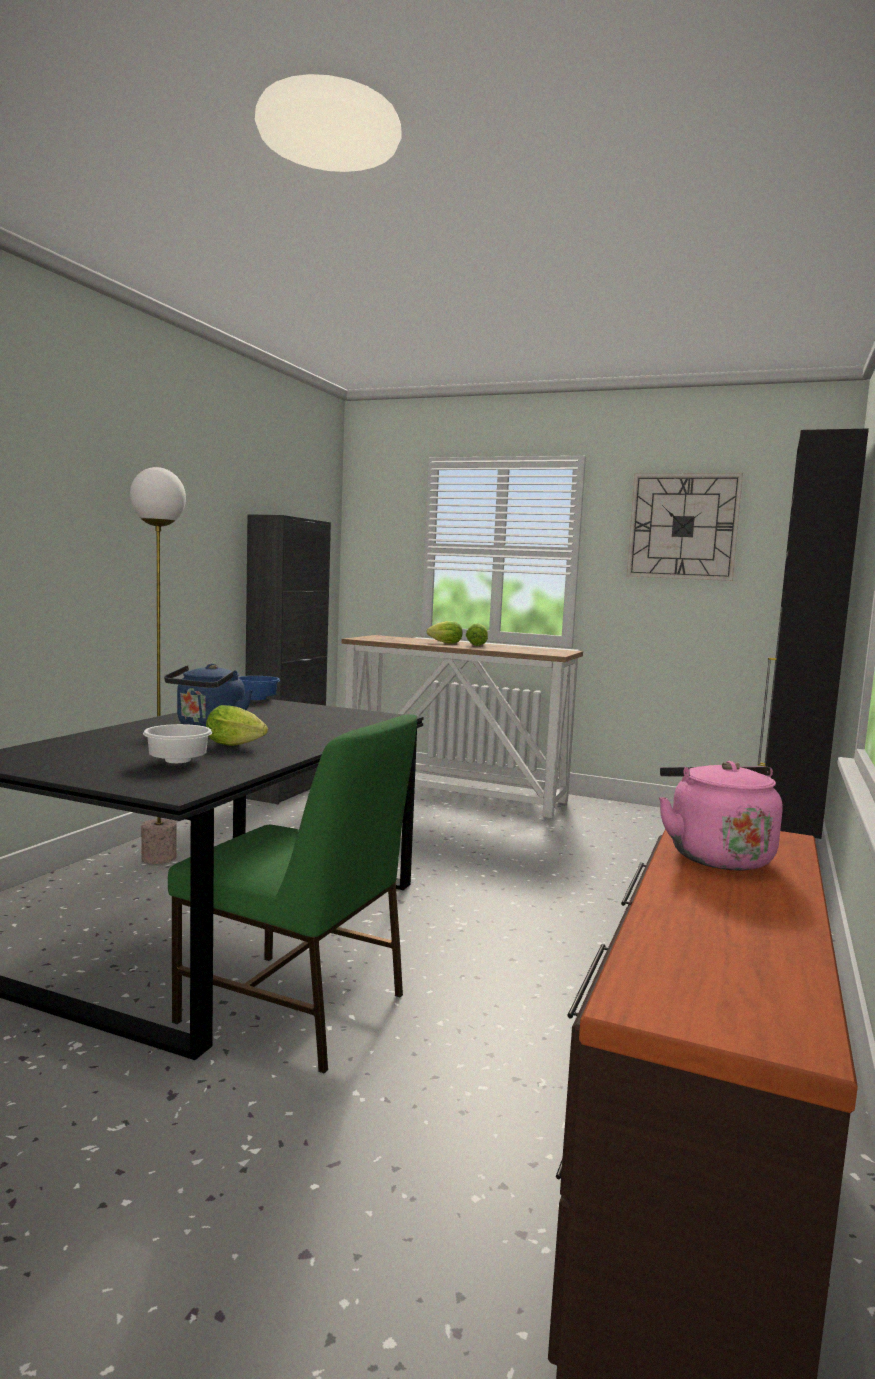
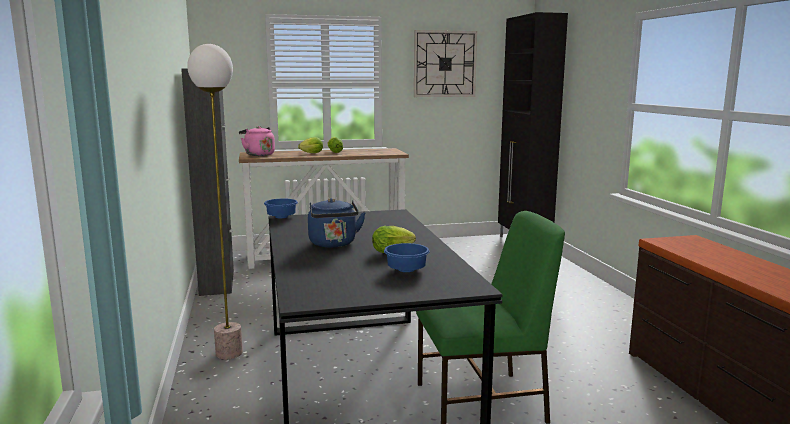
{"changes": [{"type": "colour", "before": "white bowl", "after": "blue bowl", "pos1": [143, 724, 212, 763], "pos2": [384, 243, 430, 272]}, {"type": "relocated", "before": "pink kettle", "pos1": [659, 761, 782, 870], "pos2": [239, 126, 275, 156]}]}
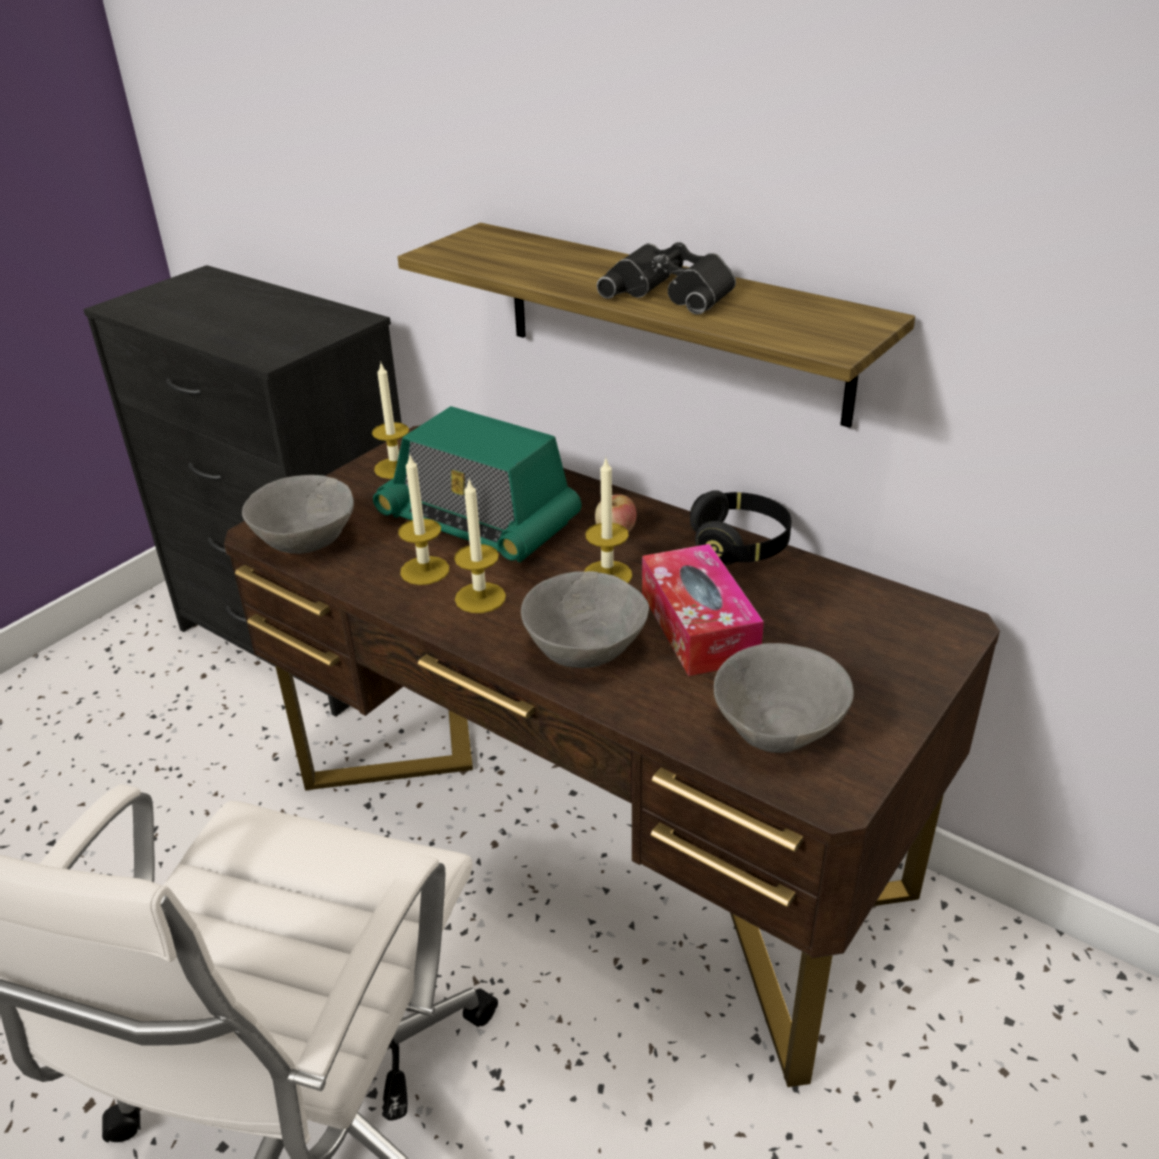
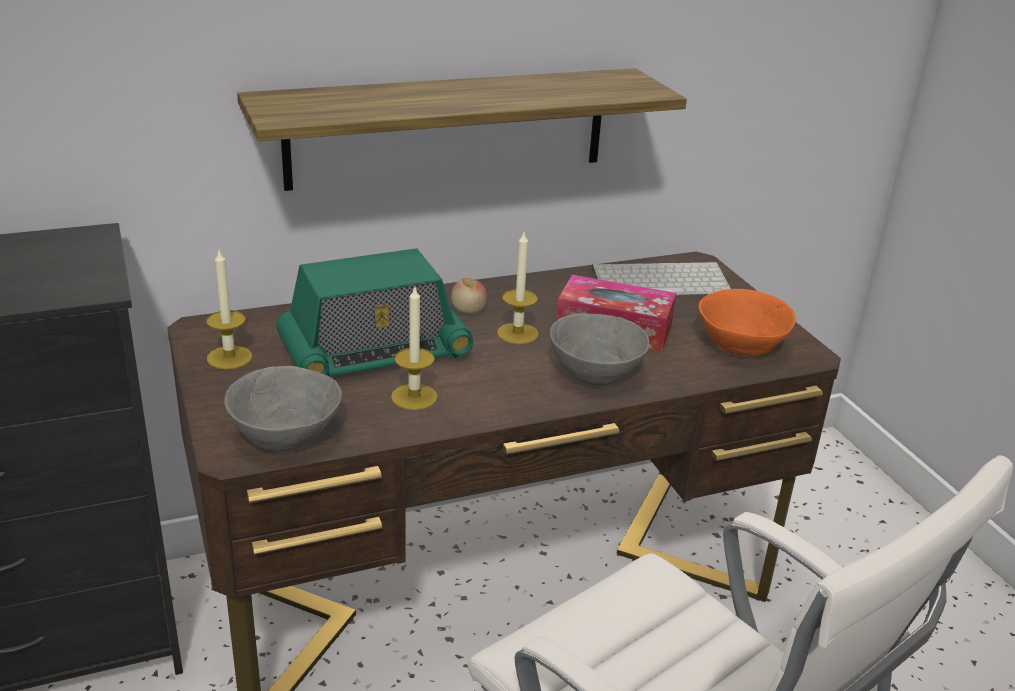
{"changes": [{"type": "missing", "before": "candle", "pos1": [454, 480, 506, 613]}, {"type": "missing", "before": "black binoculars", "pos1": [597, 242, 736, 315]}, {"type": "missing", "before": "black headphones", "pos1": [690, 490, 791, 565]}, {"type": "colour", "before": "grey bowl", "after": "orange bowl", "pos1": [714, 643, 854, 753], "pos2": [699, 289, 796, 356]}, {"type": "appeared", "after": "keyboard", "pos2": [591, 262, 731, 295]}]}
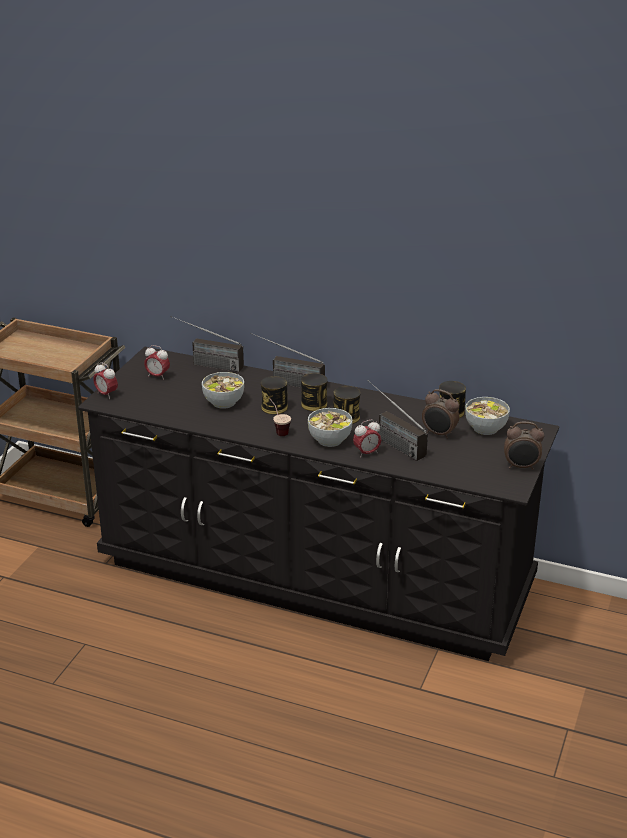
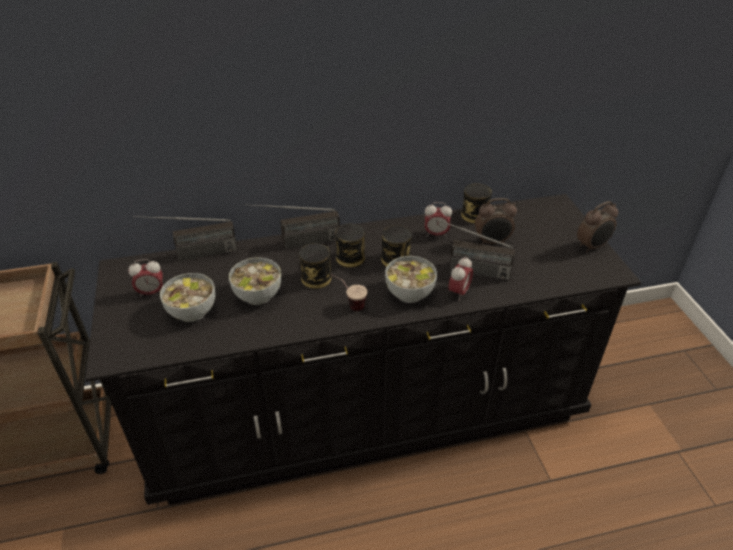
{"changes": [{"type": "relocated", "before": "alarm clock", "pos1": [93, 362, 118, 399], "pos2": [425, 202, 452, 238]}, {"type": "relocated", "before": "bowl", "pos1": [465, 397, 510, 435], "pos2": [160, 273, 215, 322]}]}
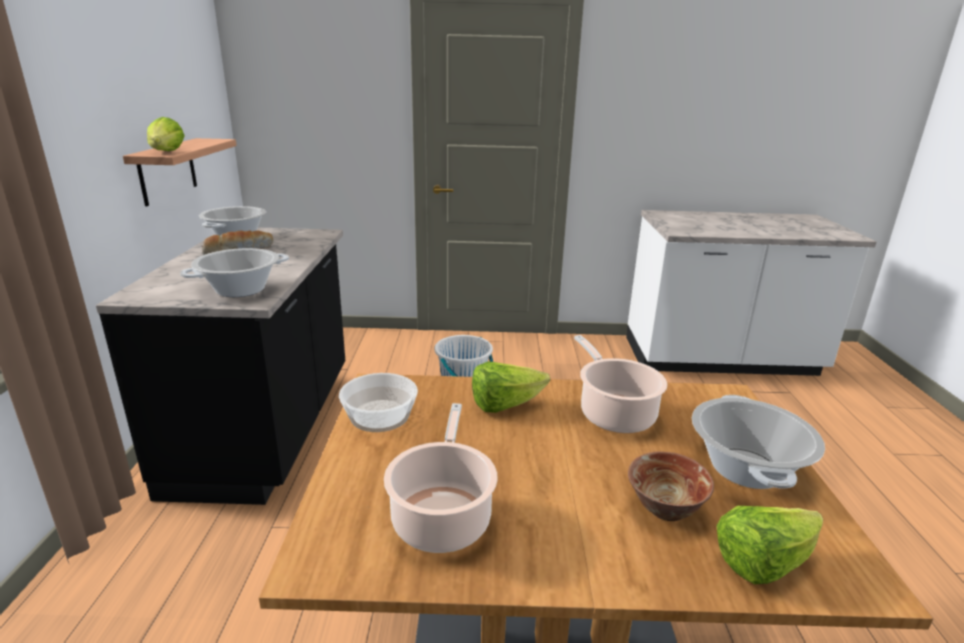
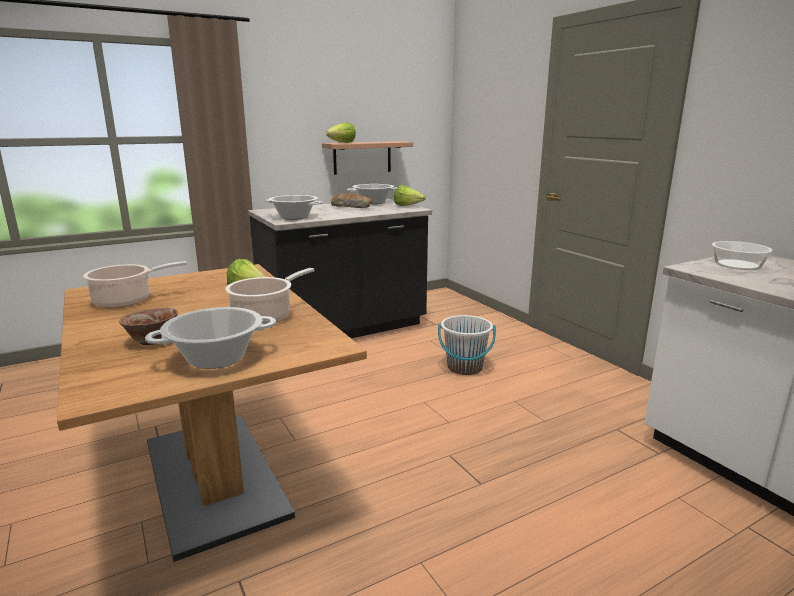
{"changes": [{"type": "relocated", "before": "bowl", "pos1": [339, 373, 418, 432], "pos2": [712, 241, 773, 270]}, {"type": "relocated", "before": "lettuce", "pos1": [717, 506, 823, 584], "pos2": [394, 185, 426, 206]}]}
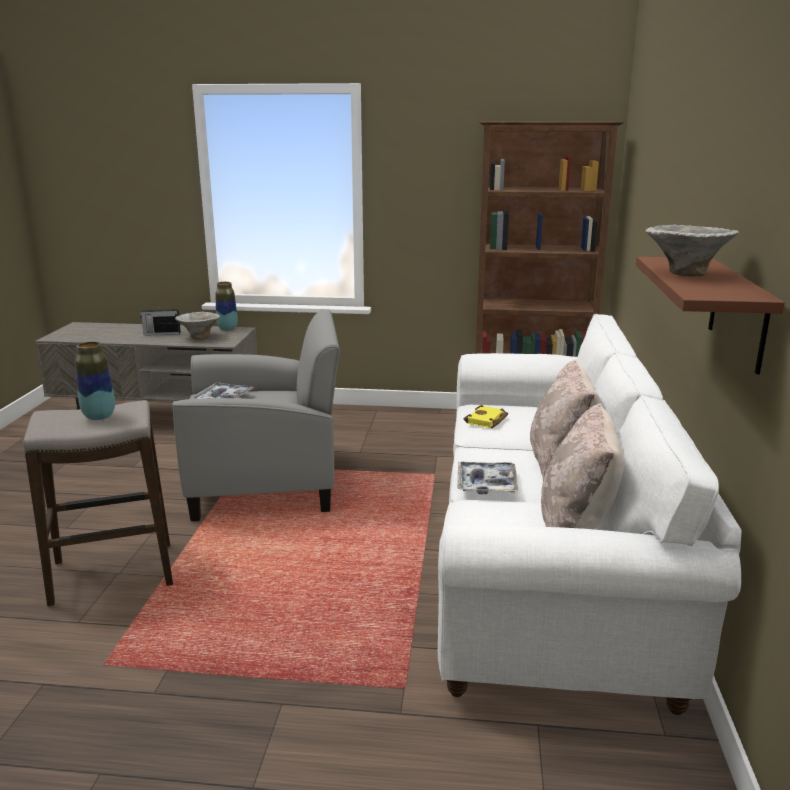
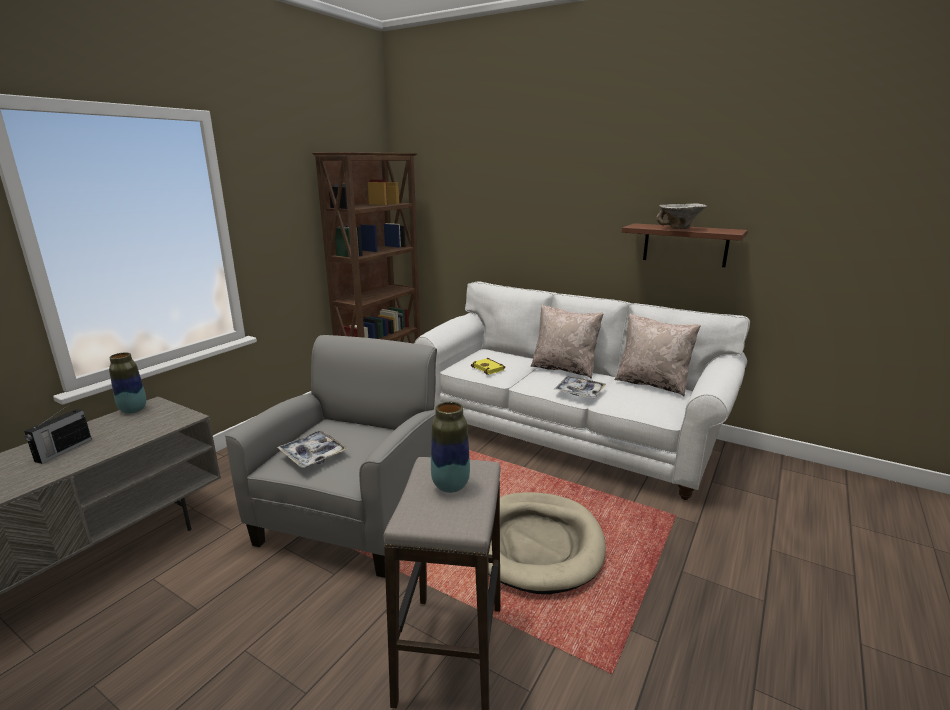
{"changes": [{"type": "missing", "before": "bowl", "pos1": [175, 312, 220, 340]}, {"type": "appeared", "after": "beige dog bed", "pos2": [488, 492, 606, 594]}]}
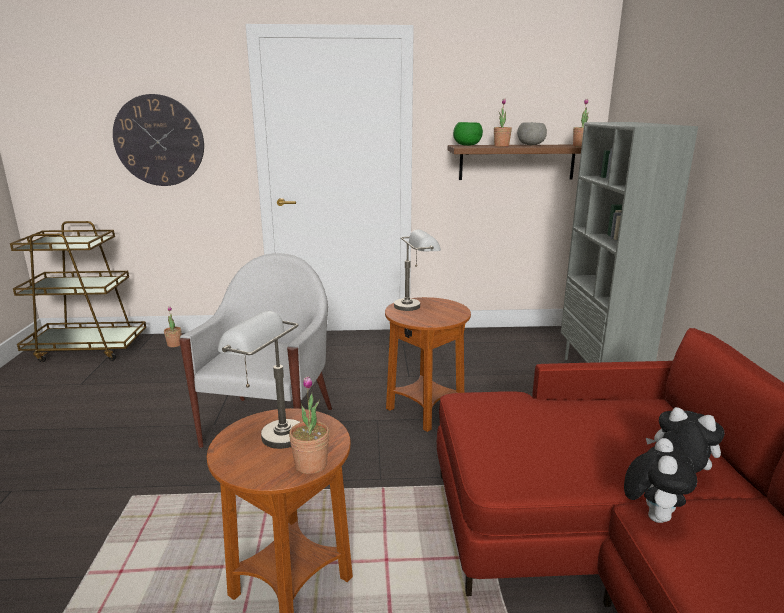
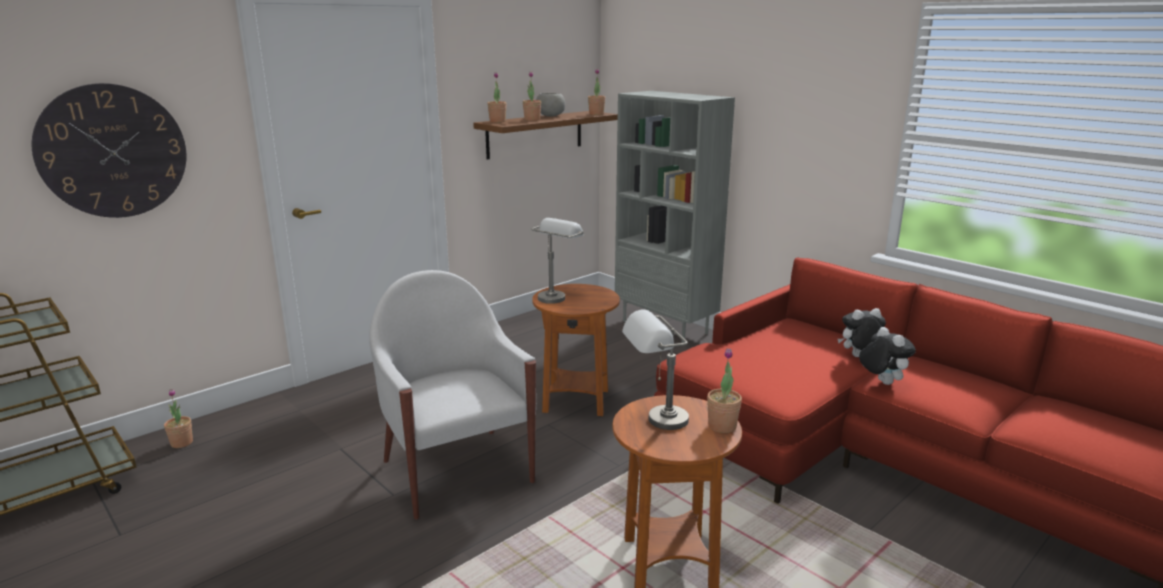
{"changes": [{"type": "exchanged", "before": "green bowl", "after": "potted plant", "pos1": [453, 122, 483, 146], "pos2": [488, 72, 507, 123]}]}
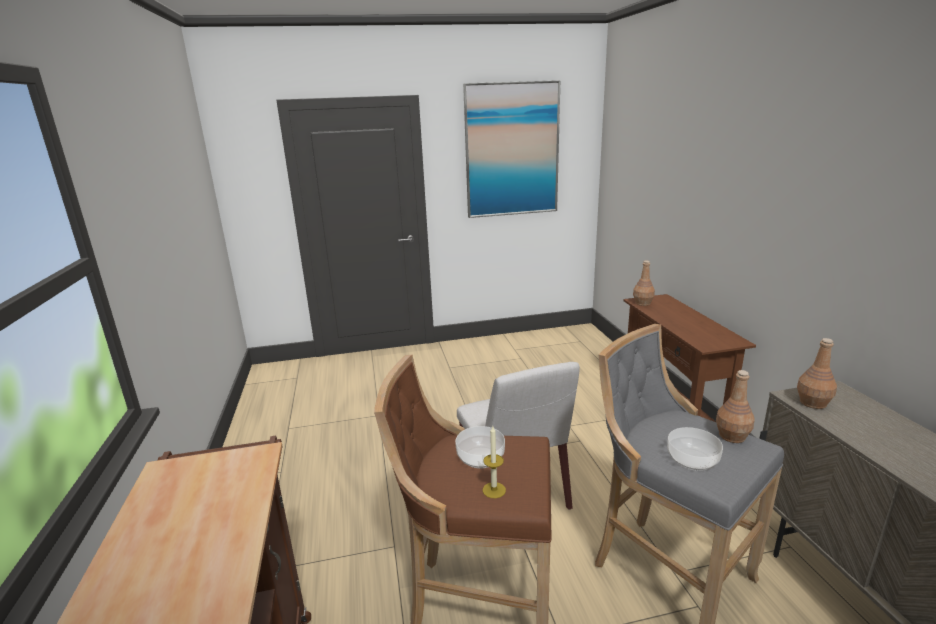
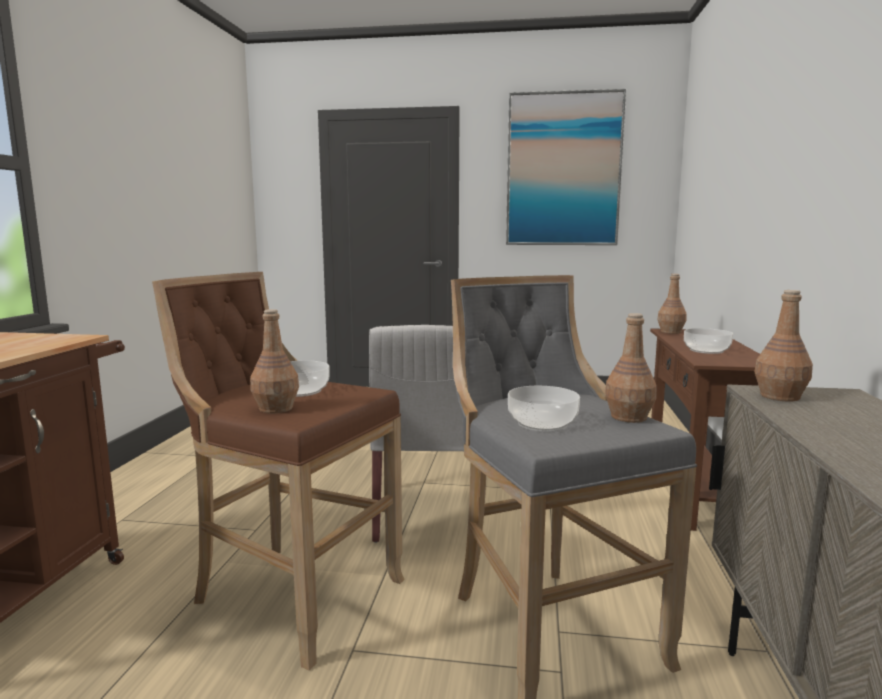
{"changes": [{"type": "exchanged", "before": "candle", "after": "brown bottle", "pos1": [483, 426, 506, 498], "pos2": [250, 309, 299, 414]}, {"type": "appeared", "after": "bowl", "pos2": [684, 328, 733, 354]}]}
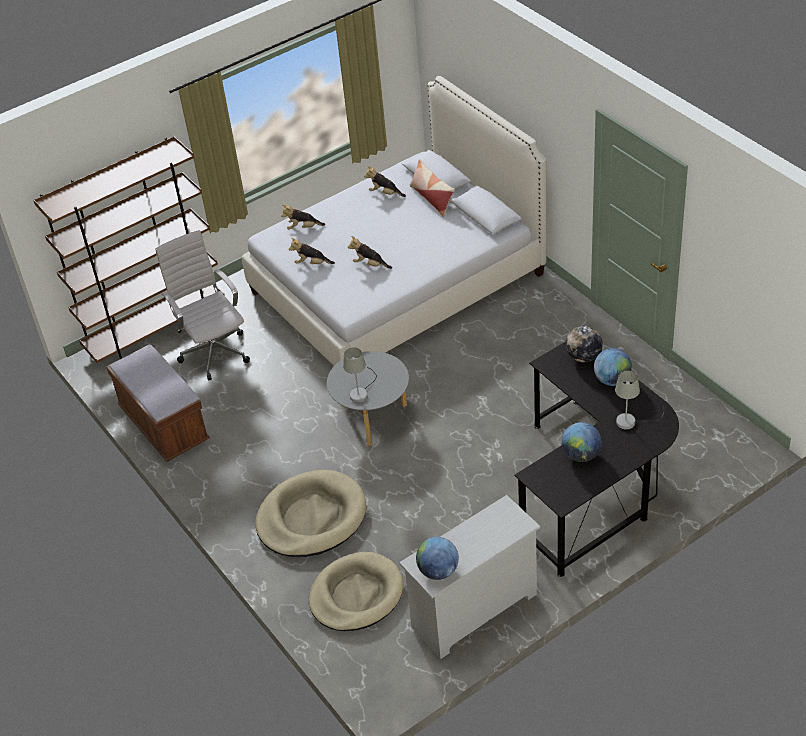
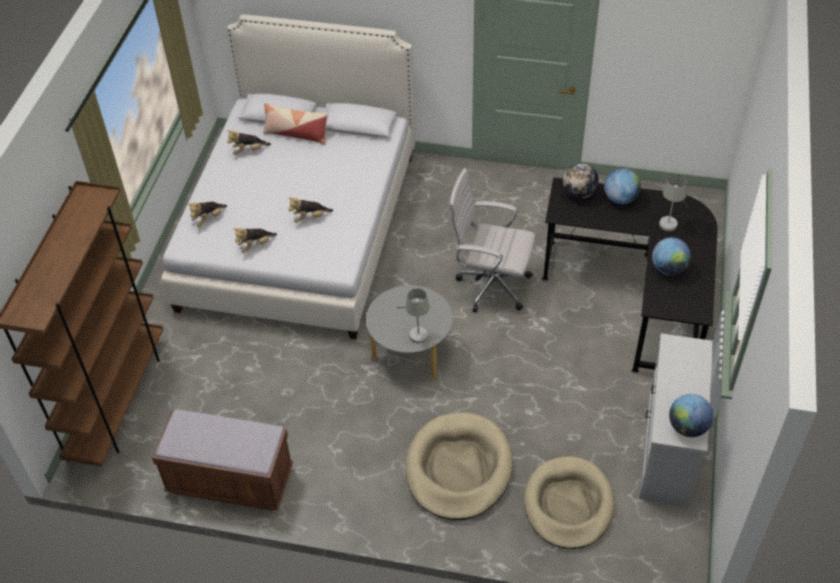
{"changes": [{"type": "relocated", "before": "white office chair", "pos1": [155, 230, 250, 381], "pos2": [449, 168, 535, 312]}]}
